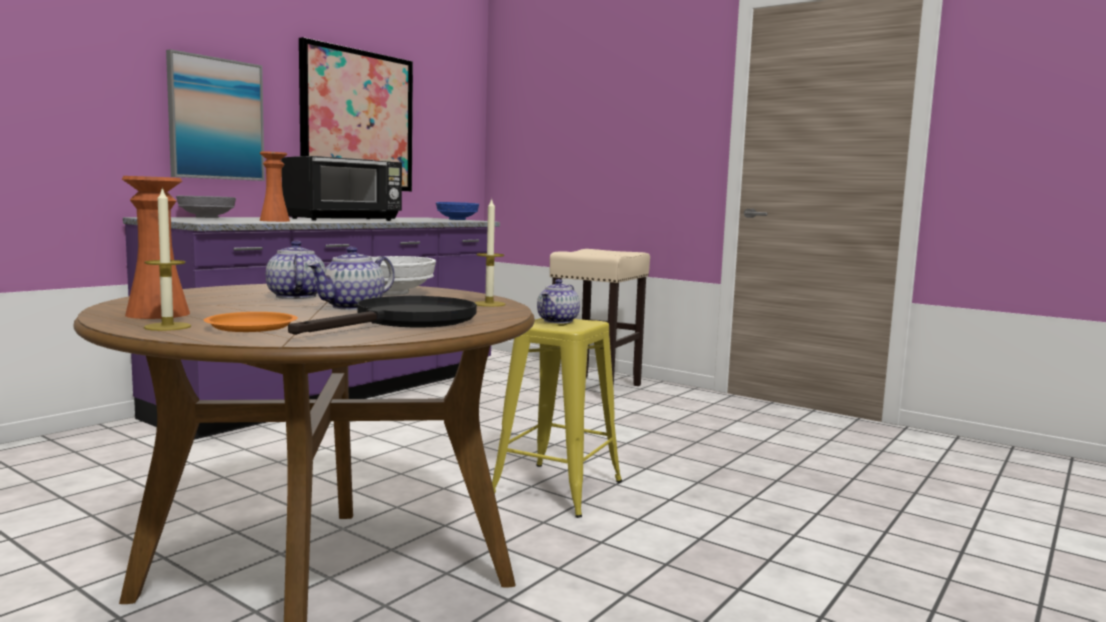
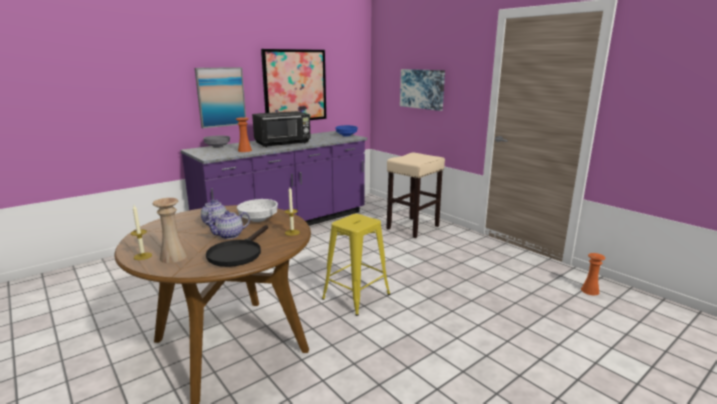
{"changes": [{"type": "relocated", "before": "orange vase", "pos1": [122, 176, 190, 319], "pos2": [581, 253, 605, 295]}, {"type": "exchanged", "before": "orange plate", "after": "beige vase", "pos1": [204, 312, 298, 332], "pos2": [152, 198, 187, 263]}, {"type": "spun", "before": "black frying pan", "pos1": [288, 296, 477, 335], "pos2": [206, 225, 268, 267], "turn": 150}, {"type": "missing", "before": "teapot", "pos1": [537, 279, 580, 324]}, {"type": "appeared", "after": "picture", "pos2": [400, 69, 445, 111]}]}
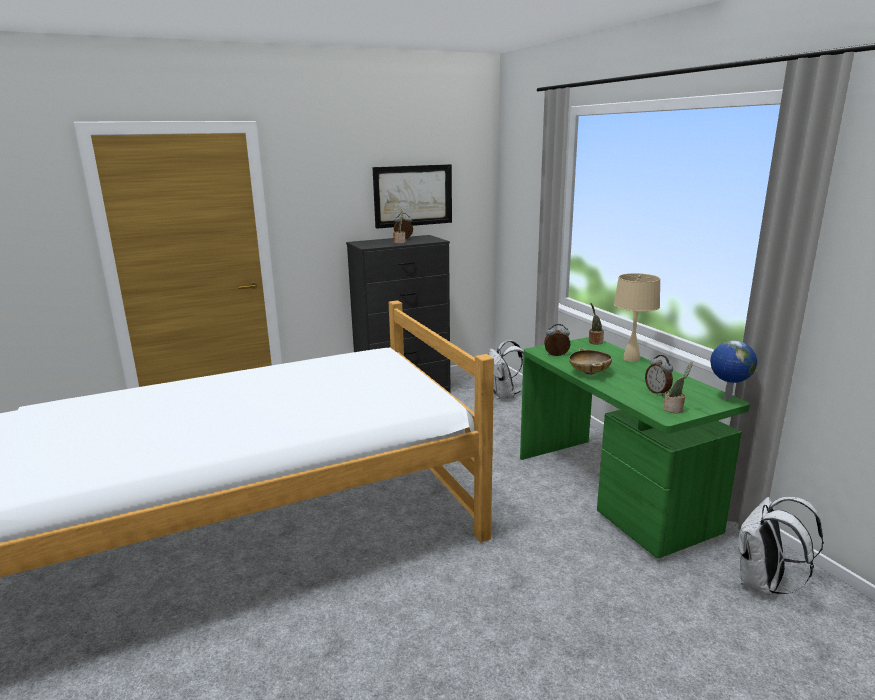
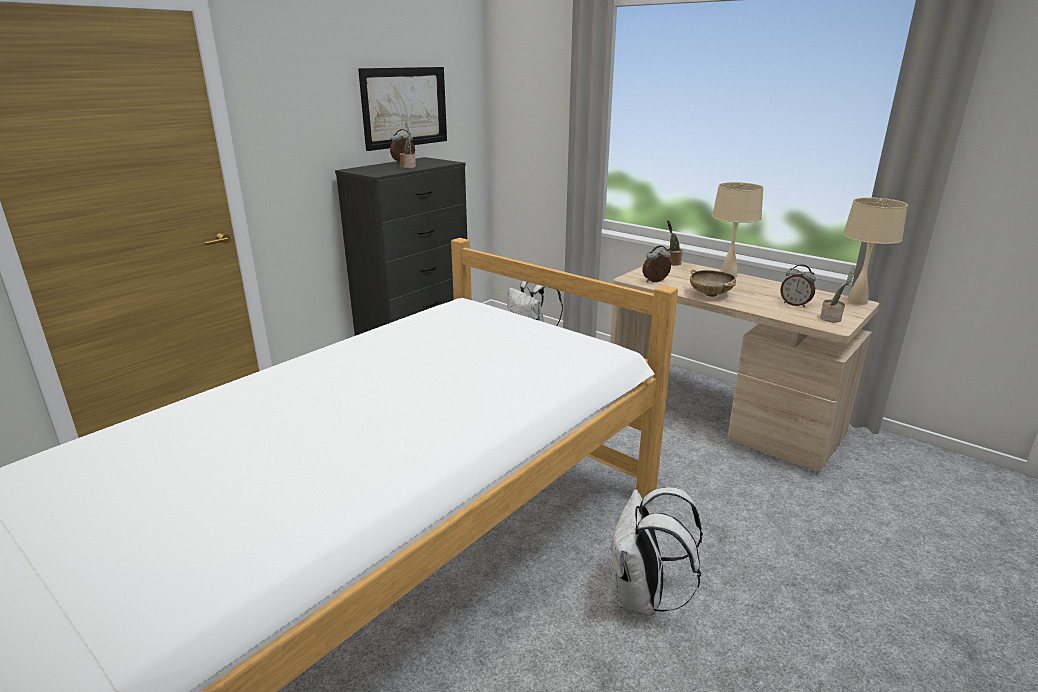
{"changes": [{"type": "colour", "before": "green desk", "after": "beige desk", "pos1": [520, 337, 750, 558], "pos2": [610, 262, 879, 472]}, {"type": "exchanged", "before": "globe", "after": "beige table lamp", "pos1": [710, 340, 757, 401], "pos2": [843, 197, 908, 305]}, {"type": "relocated", "before": "white backpack", "pos1": [738, 497, 824, 596], "pos2": [609, 487, 703, 615]}]}
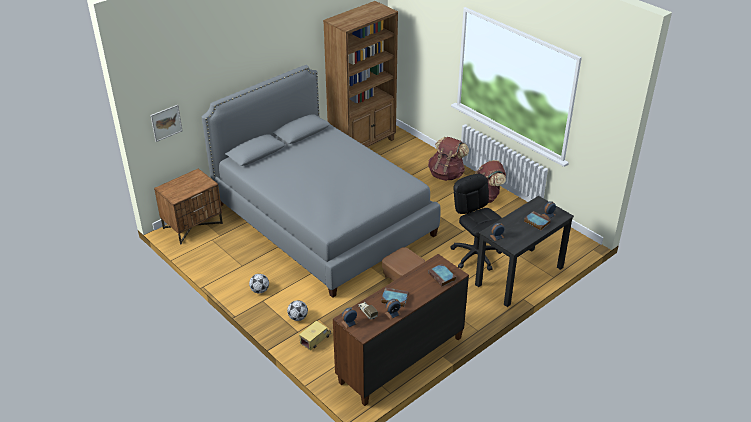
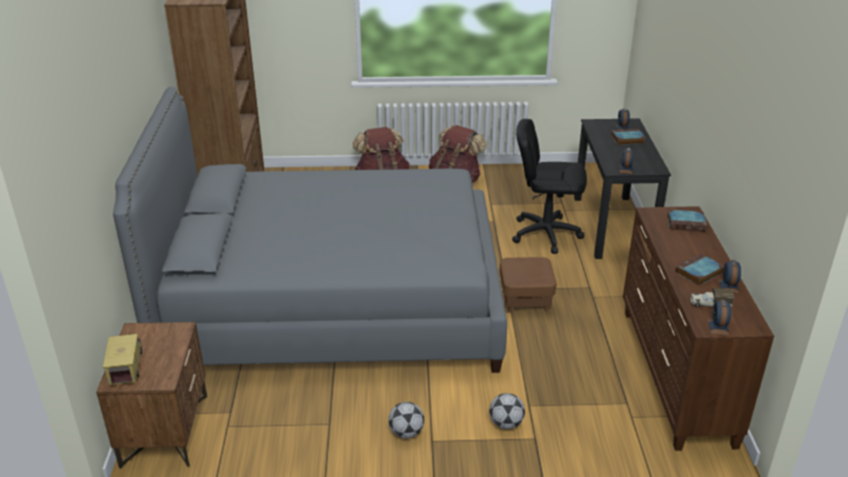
{"changes": [{"type": "missing", "before": "picture", "pos1": [151, 105, 183, 142]}, {"type": "relocated", "before": "toy truck", "pos1": [299, 321, 331, 350], "pos2": [103, 334, 142, 385]}]}
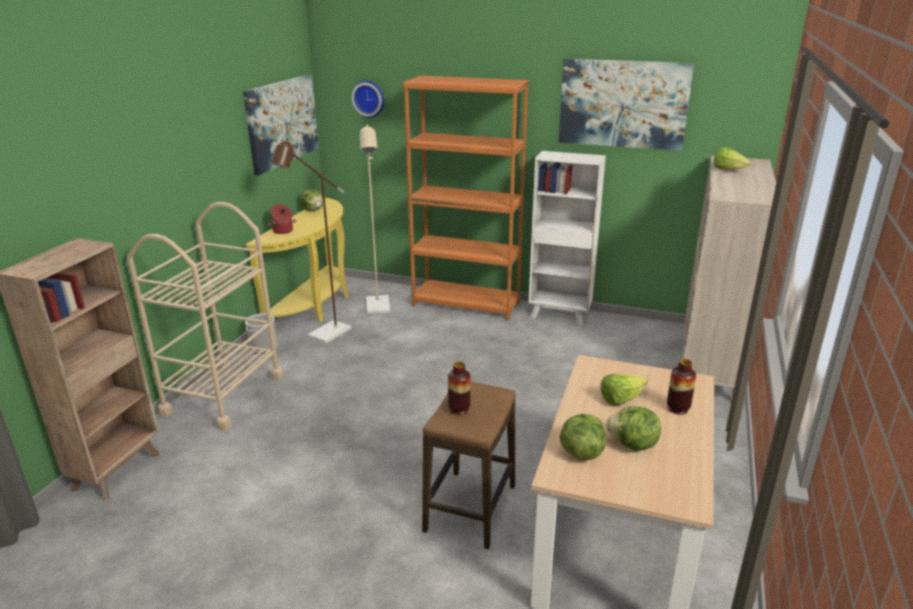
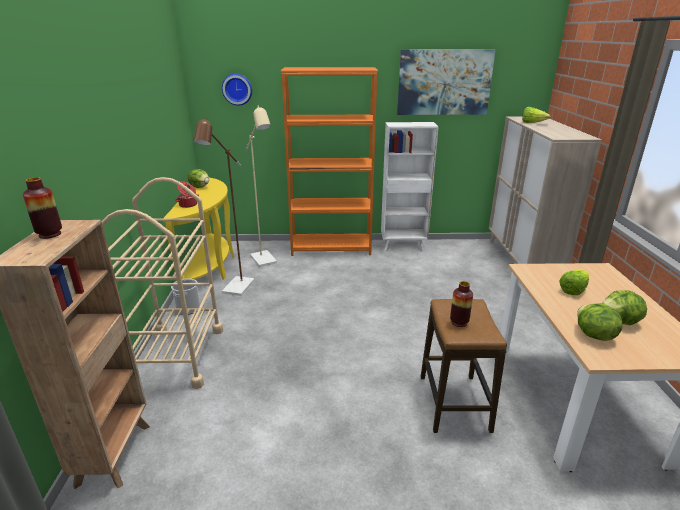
{"changes": [{"type": "missing", "before": "picture", "pos1": [243, 74, 319, 175]}, {"type": "relocated", "before": "vase", "pos1": [667, 359, 696, 415], "pos2": [23, 177, 62, 239]}]}
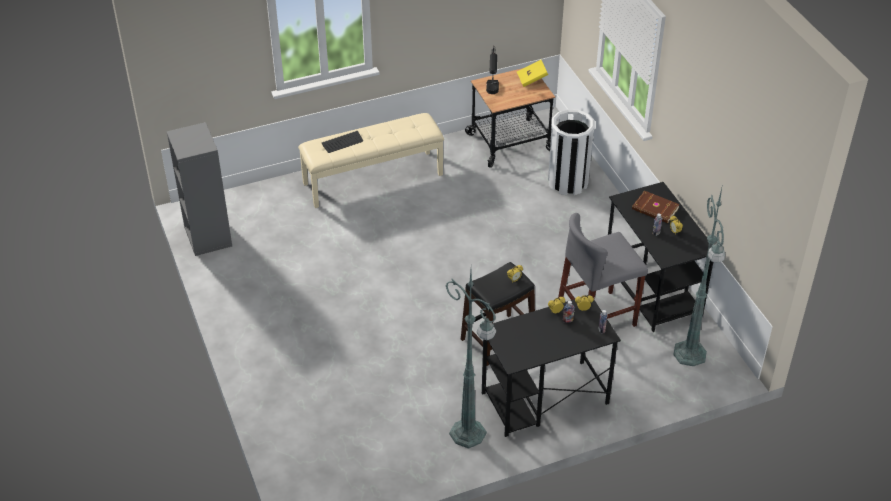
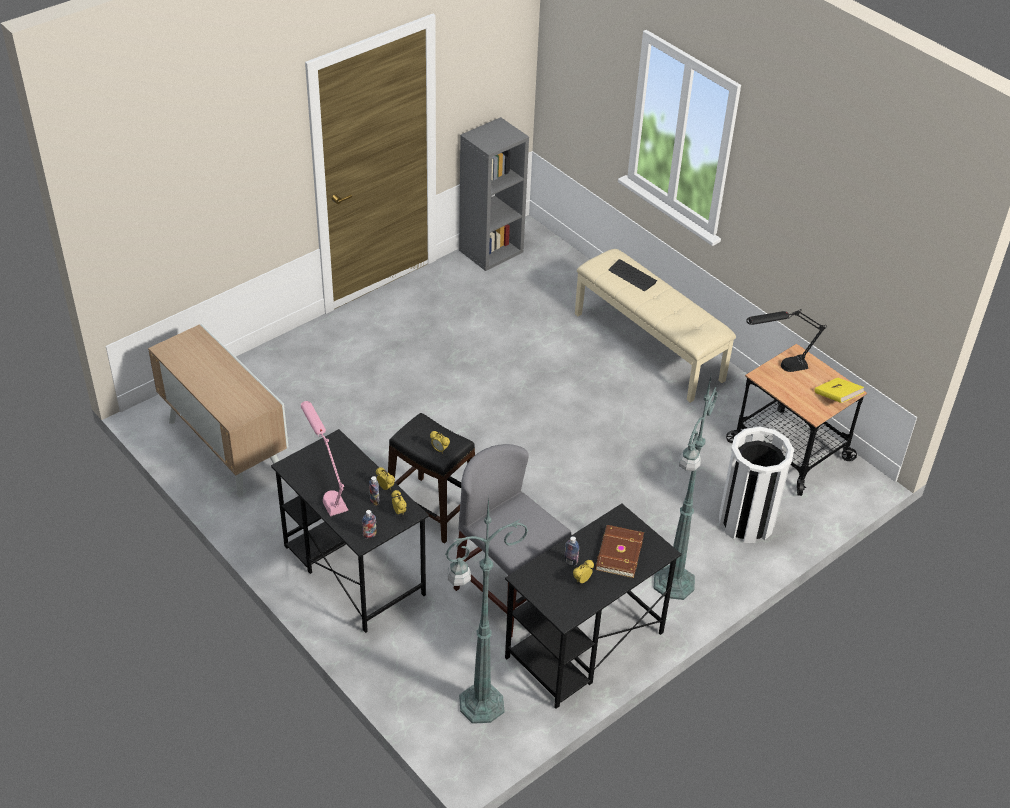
{"changes": [{"type": "relocated", "before": "green floor lamp", "pos1": [446, 271, 496, 449], "pos2": [654, 376, 718, 600]}, {"type": "appeared", "after": "cabinet", "pos2": [148, 324, 289, 497]}, {"type": "appeared", "after": "pink table lamp", "pos2": [301, 401, 348, 516]}]}
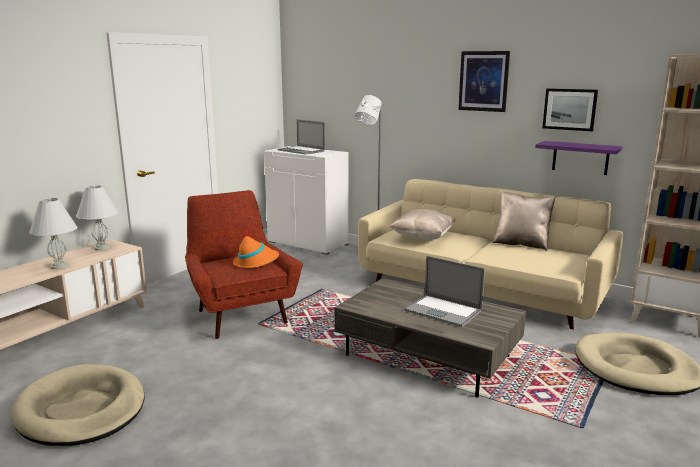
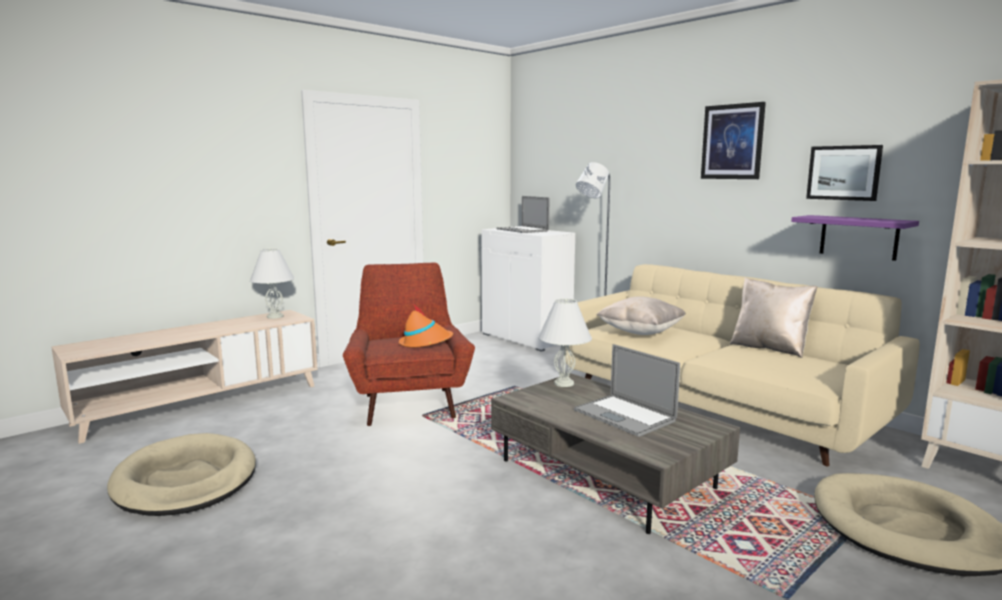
{"changes": [{"type": "relocated", "before": "white table lamp", "pos1": [29, 198, 77, 269], "pos2": [538, 299, 592, 387]}]}
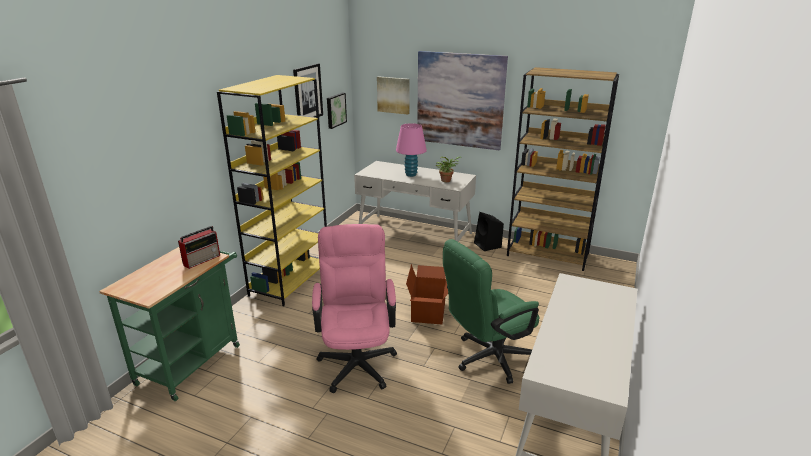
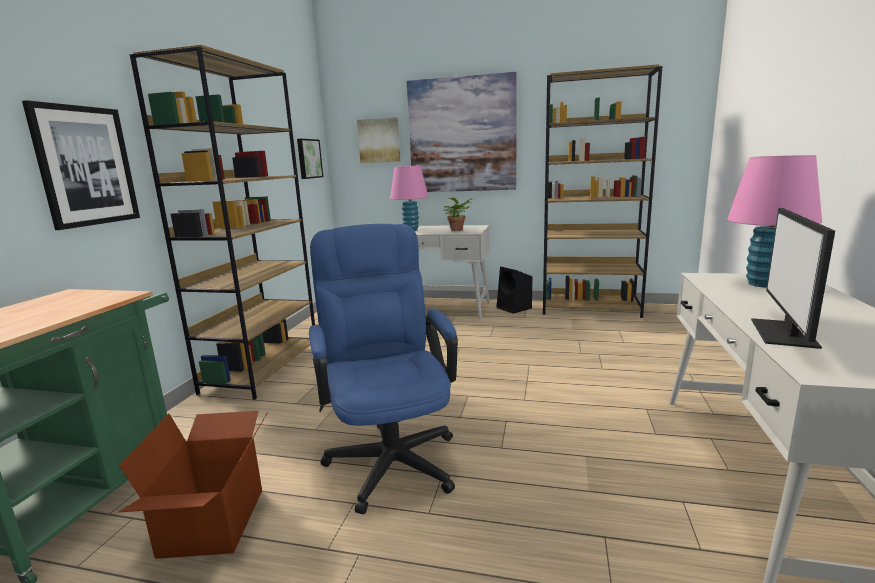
{"changes": [{"type": "missing", "before": "radio", "pos1": [178, 226, 220, 269]}, {"type": "colour", "before": "yellow bookcase", "after": "brown bookcase", "pos1": [217, 75, 327, 306], "pos2": [130, 45, 315, 400]}, {"type": "relocated", "before": "picture", "pos1": [293, 63, 323, 117], "pos2": [22, 100, 140, 230]}, {"type": "colour", "before": "pink office chair", "after": "blue office chair", "pos1": [312, 224, 397, 393], "pos2": [309, 224, 458, 514]}, {"type": "relocated", "before": "cardboard box", "pos1": [406, 264, 448, 324], "pos2": [118, 411, 269, 559]}, {"type": "missing", "before": "green office chair", "pos1": [443, 239, 540, 384]}, {"type": "appeared", "after": "pink table lamp", "pos2": [727, 155, 822, 288]}, {"type": "appeared", "after": "monitor", "pos2": [751, 208, 835, 349]}]}
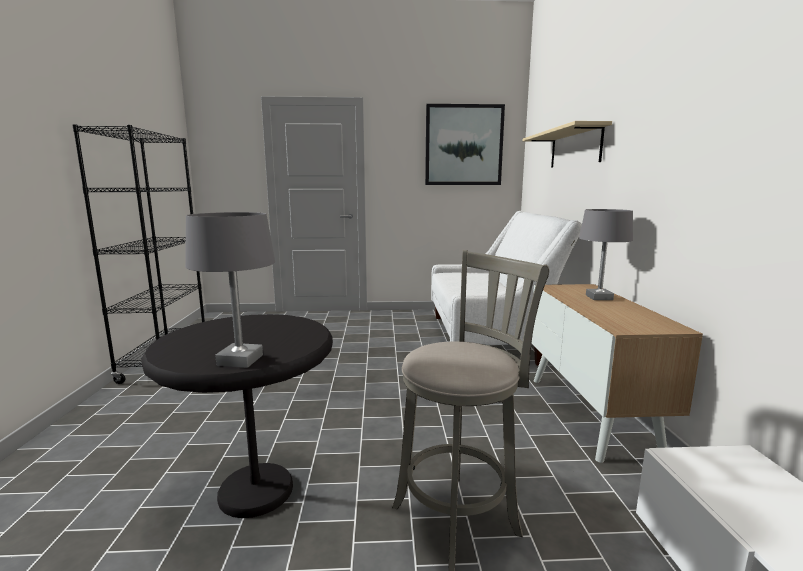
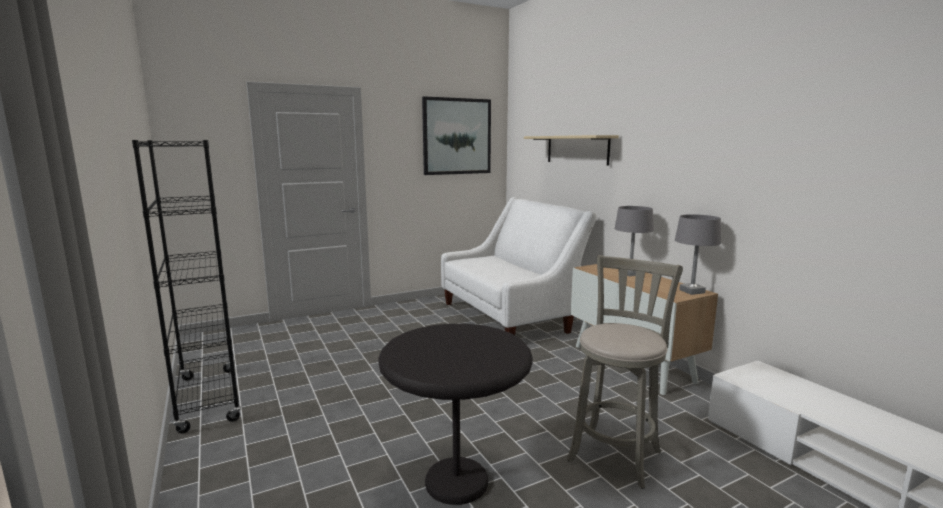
{"changes": [{"type": "relocated", "before": "grey table lamp", "pos1": [185, 212, 275, 368], "pos2": [675, 214, 721, 295]}]}
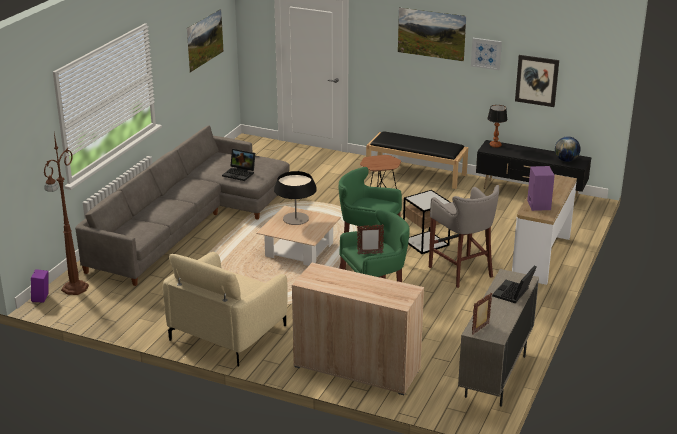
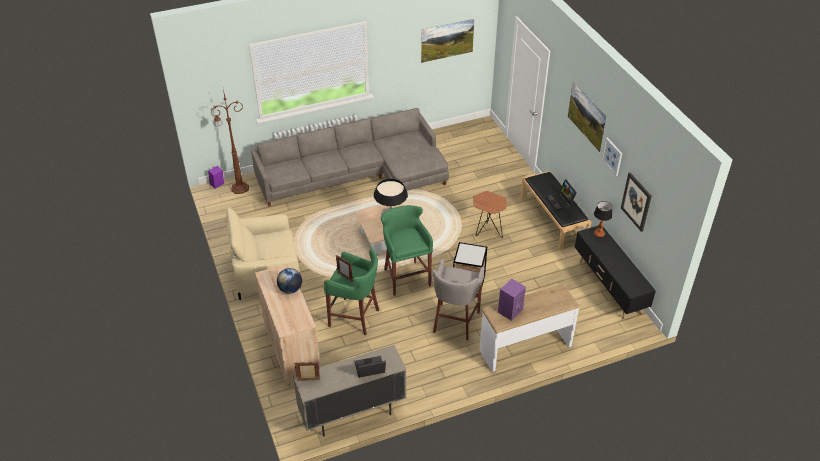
{"changes": [{"type": "relocated", "before": "laptop", "pos1": [222, 149, 255, 181], "pos2": [547, 179, 577, 211]}, {"type": "relocated", "before": "globe", "pos1": [555, 136, 581, 162], "pos2": [277, 268, 302, 294]}]}
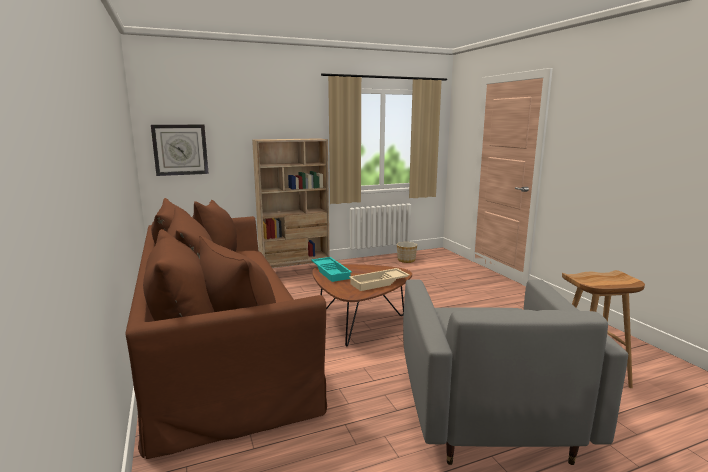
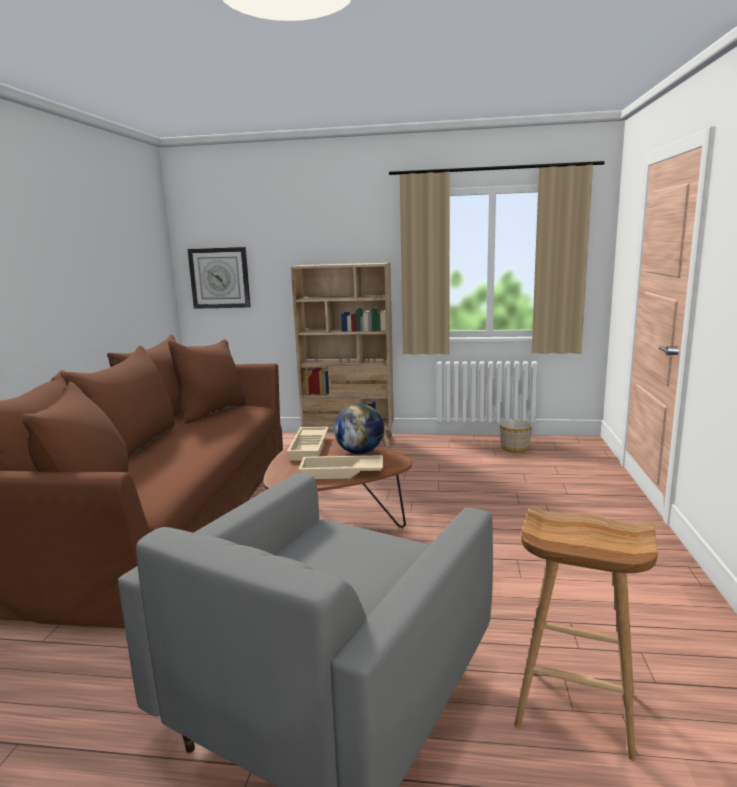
{"changes": [{"type": "colour", "before": "turquoise tray", "after": "beige tray", "pos1": [312, 257, 352, 282], "pos2": [287, 427, 329, 461]}, {"type": "appeared", "after": "globe", "pos2": [334, 404, 384, 454]}]}
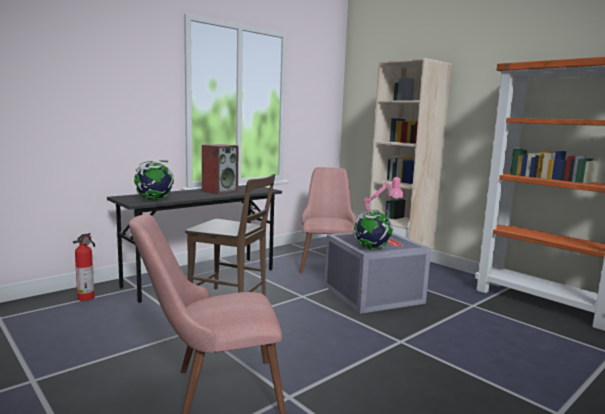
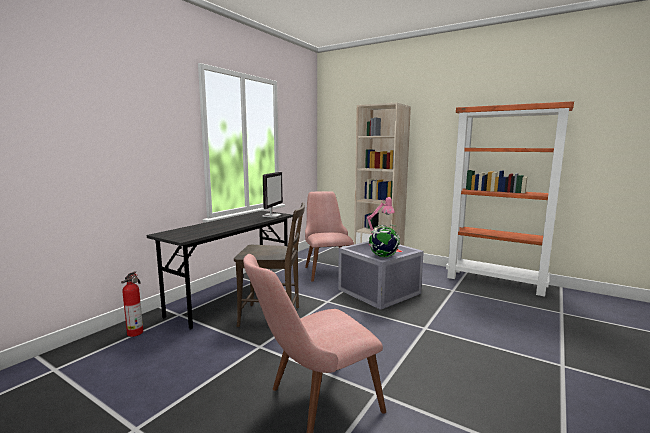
{"changes": [{"type": "missing", "before": "globe", "pos1": [134, 160, 174, 201]}, {"type": "missing", "before": "speaker", "pos1": [202, 144, 239, 194]}, {"type": "appeared", "after": "monitor", "pos2": [262, 172, 283, 218]}]}
